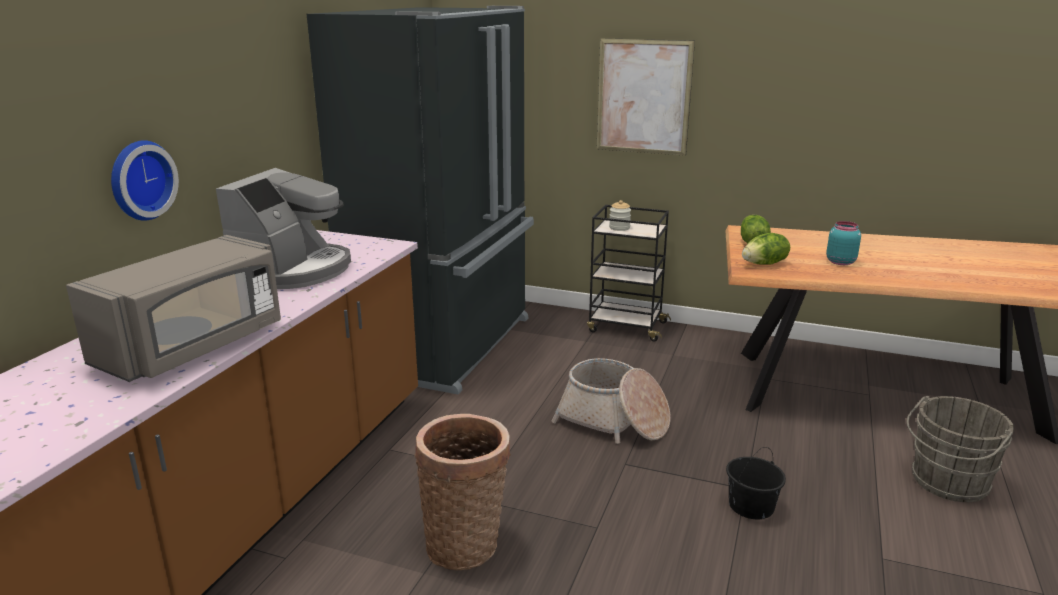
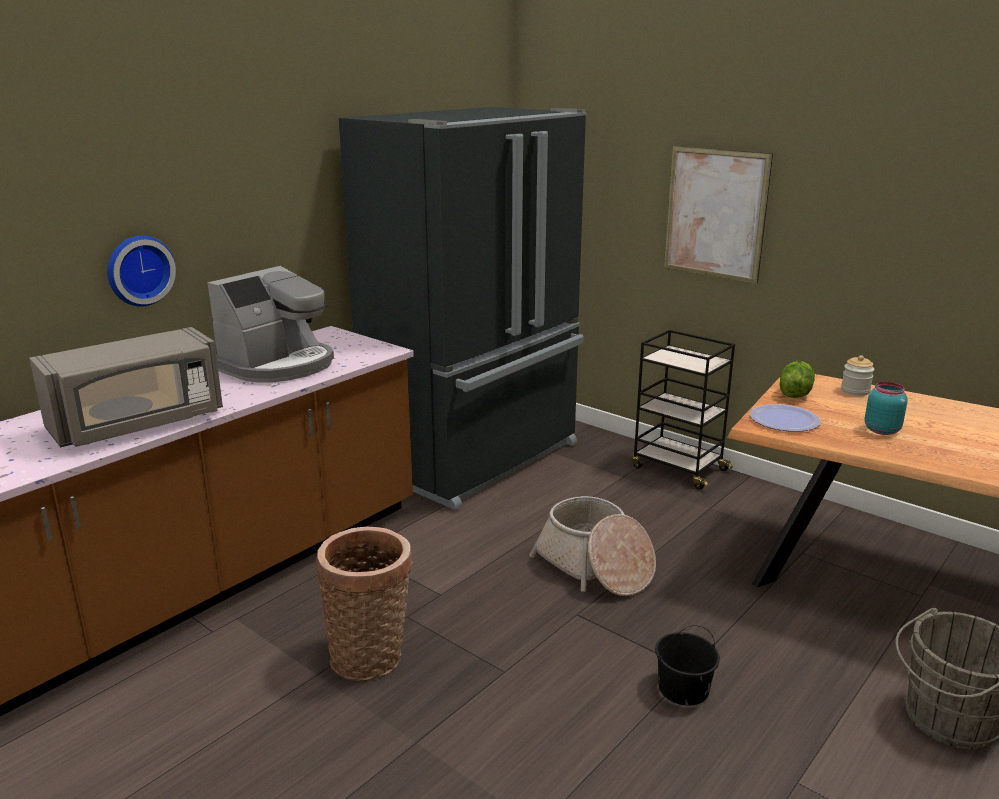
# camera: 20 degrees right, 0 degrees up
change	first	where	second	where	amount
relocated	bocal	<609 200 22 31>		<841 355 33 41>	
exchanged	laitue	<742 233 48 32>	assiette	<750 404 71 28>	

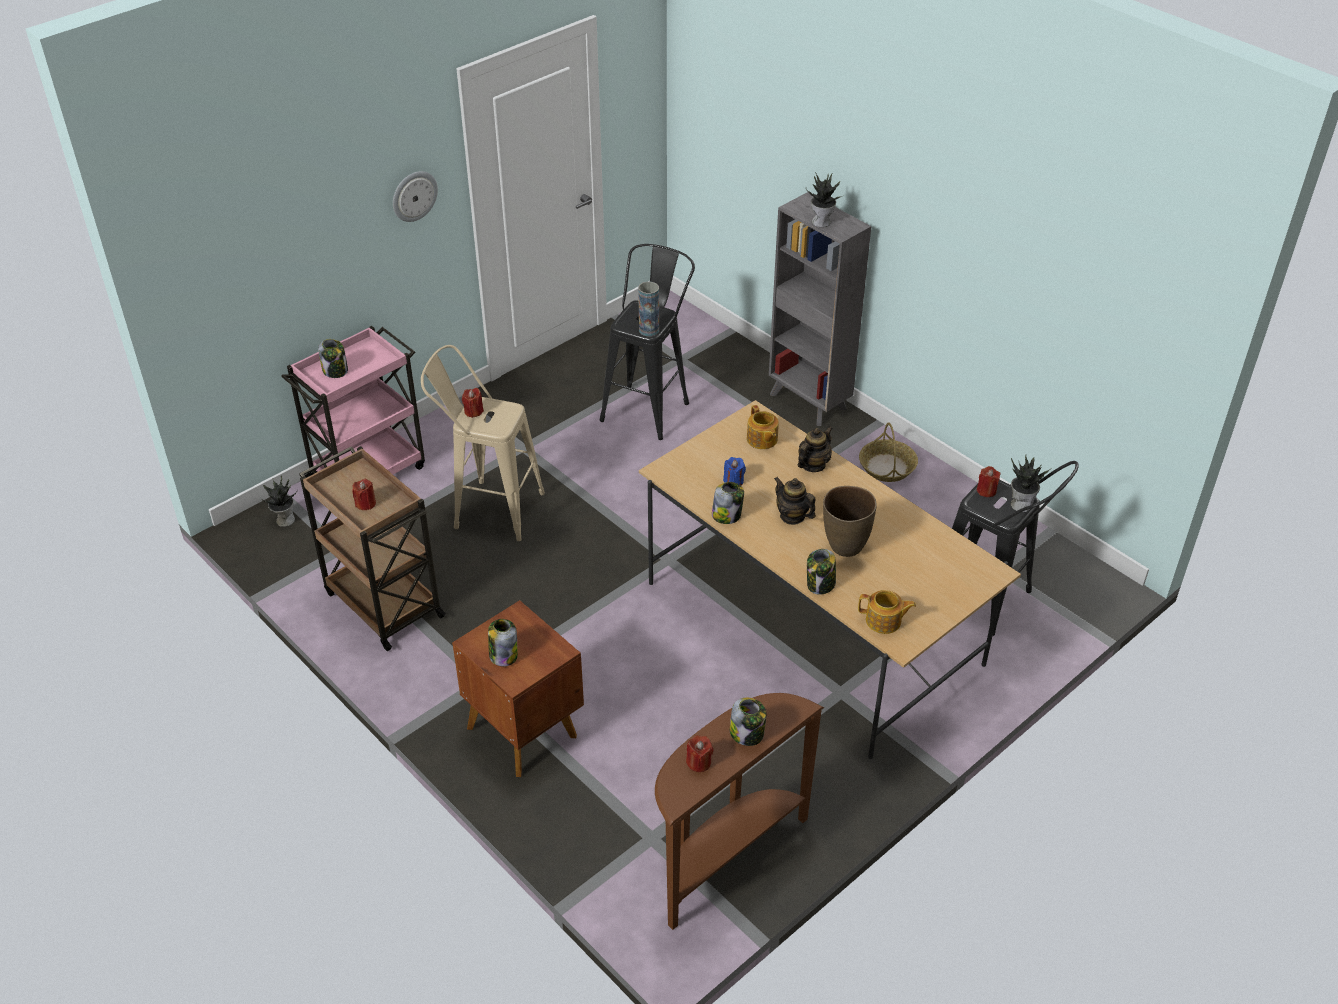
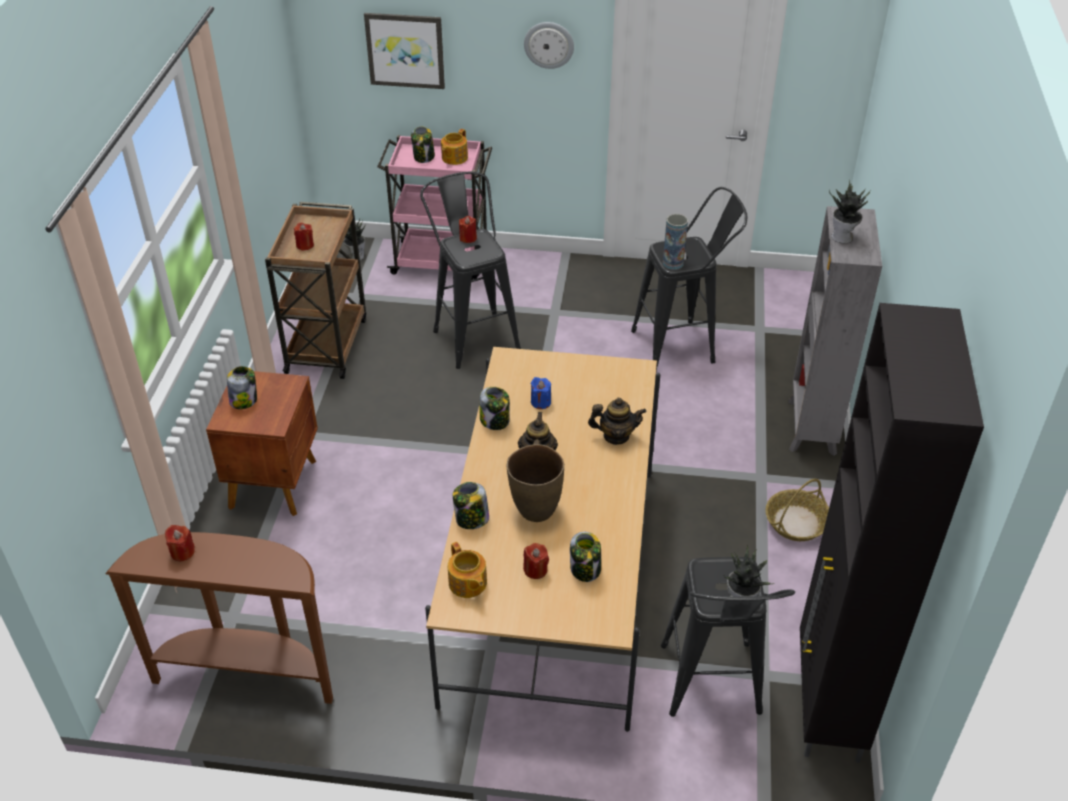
# camera: 50 degrees right, 0 degrees up
change	first	where	second	where	amount
appeared			tableau	<364 13 81 76>	
appeared			meuble de rangement [noir]	<800 303 184 460>	
relocated	bocal	<730 698 37 48>		<570 532 31 50>	
relocated	théière	<747 405 32 44>		<441 129 27 36>	
relocated	bougie [rouge]	<977 466 23 31>		<523 543 26 36>	
colour	tabouret [beige]	<421 345 124 196>	tabouret [noir]	<420 172 101 197>	

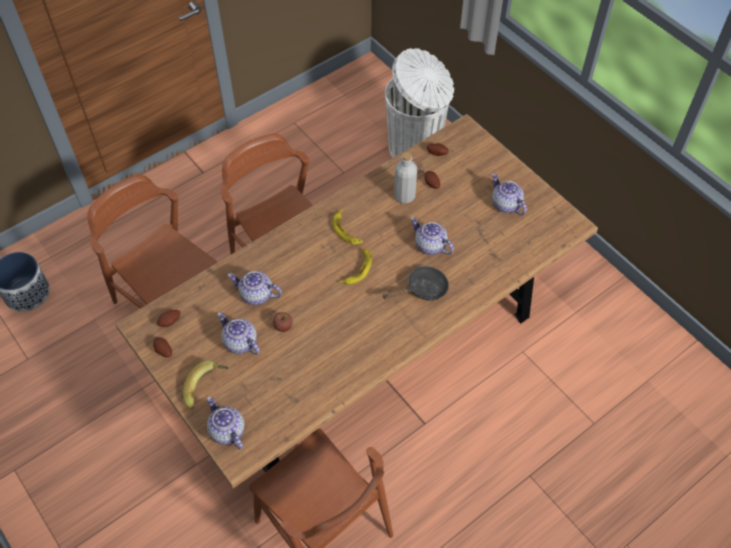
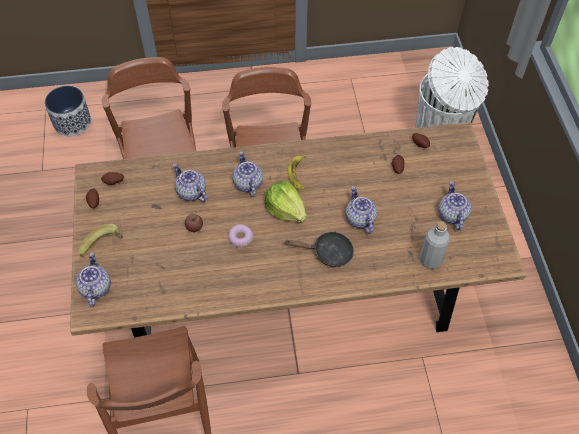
# camera: 30 degrees right, 0 degrees up
change	first	where	second	where	amount
appeared			beignet	<228 224 26 23>	
relocated	théière	<218 312 42 43>		<232 152 31 45>	
relocated	bouteille [gris]	<394 152 23 52>		<420 221 30 48>	
exchanged	banane	<339 248 33 36>	laitue	<265 181 42 41>	

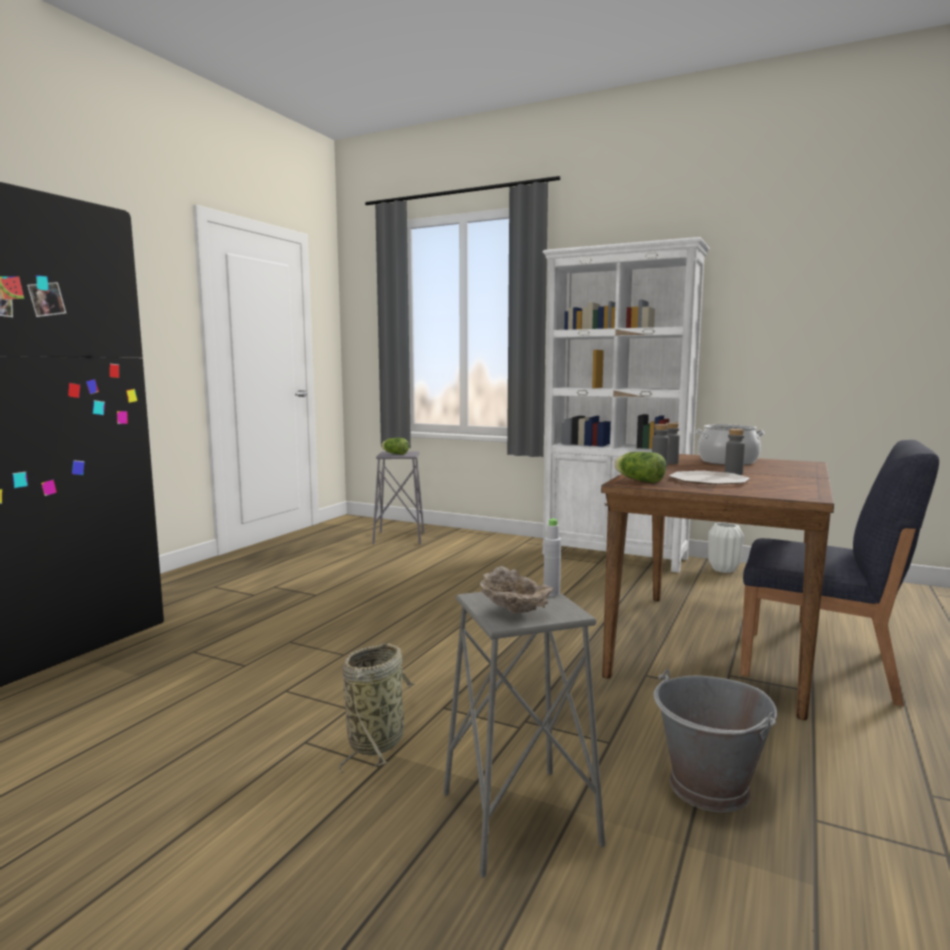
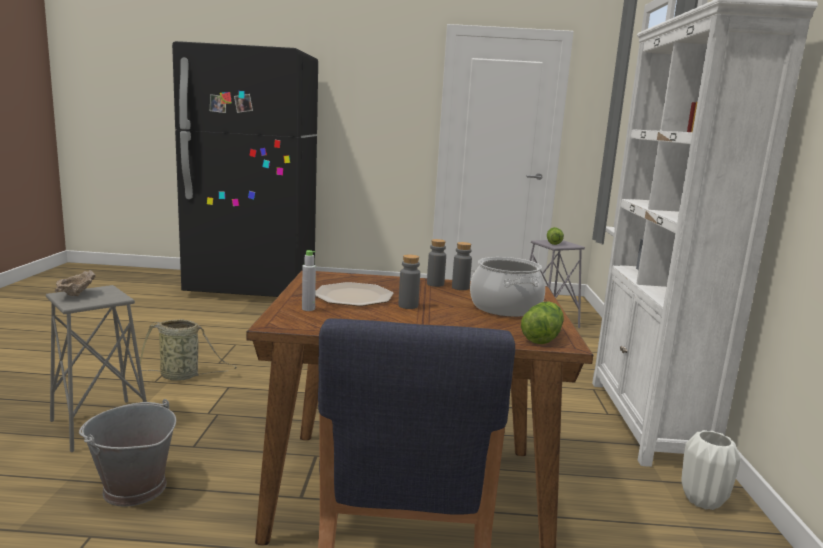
# camera: 65 degrees right, 5 degrees up
change	first	where	second	where	amount
relocated	bouteille [gris]	<544 518 17 78>		<302 250 14 61>	
relocated	laitue	<614 452 52 31>		<521 302 43 42>	

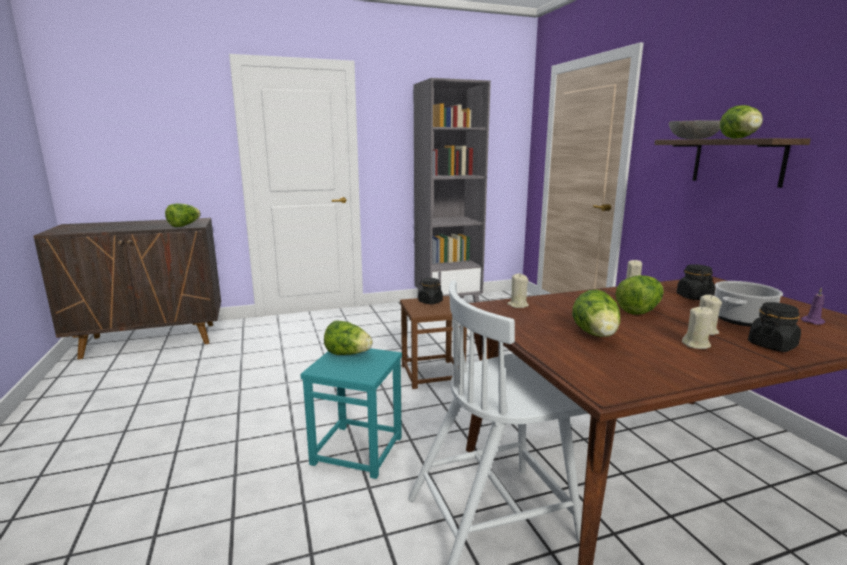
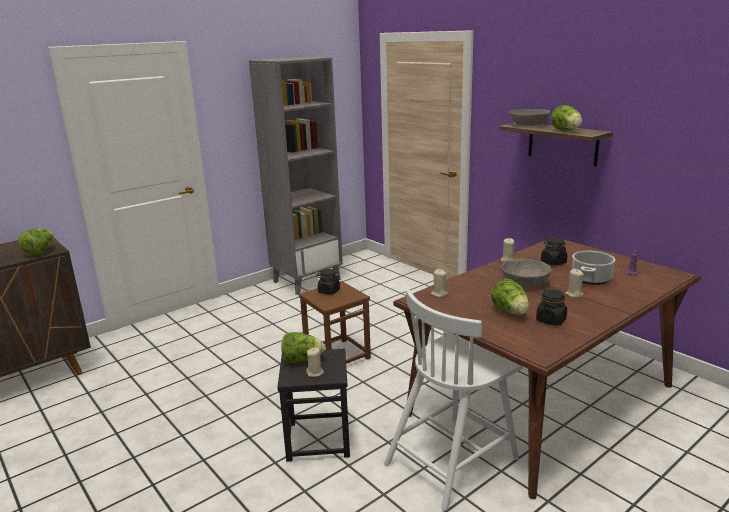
# camera: 20 degrees left, 5 degrees up
change	first	where	second	where	amount
relocated	bougie [beige]	<682 306 31 43>		<306 348 18 29>	
relocated	bocal [noir]	<748 302 53 50>		<536 289 31 37>	
exchanged	laitue	<615 275 49 39>	bol [gris]	<502 259 50 27>	
colour	tabouret [turquoise]	<300 348 102 131>	tabouret [noir]	<277 349 73 113>	

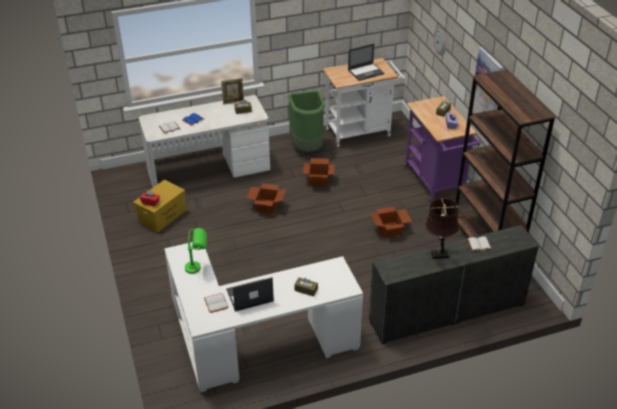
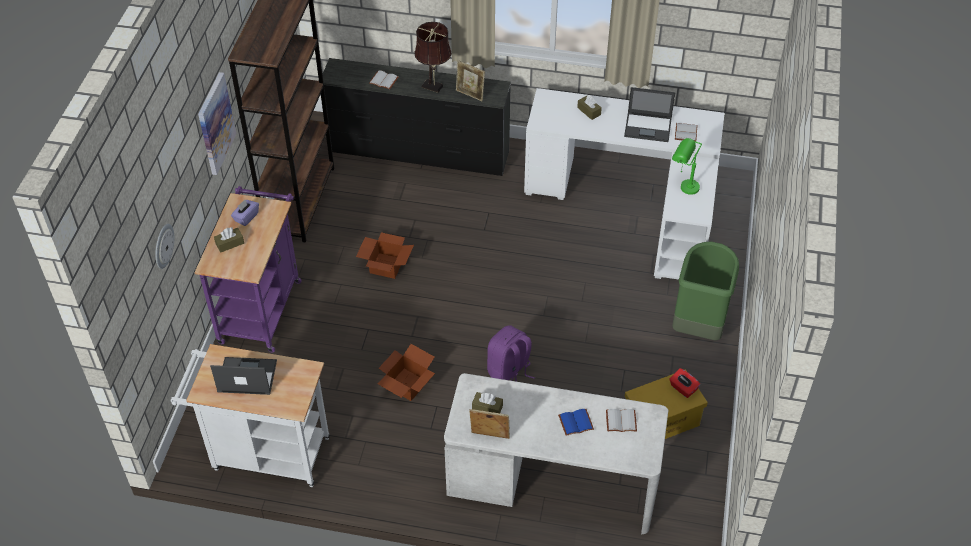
# camera: 150 degrees left, 10 degrees up
change	first	where	second	where	amount
appeared			cadre photo	<456 60 29 41>	
relocated	poubelle [vert]	<288 90 37 62>		<672 241 67 100>	
exchanged	carton	<246 183 40 30>	sac à dos [violet]	<487 325 48 57>	

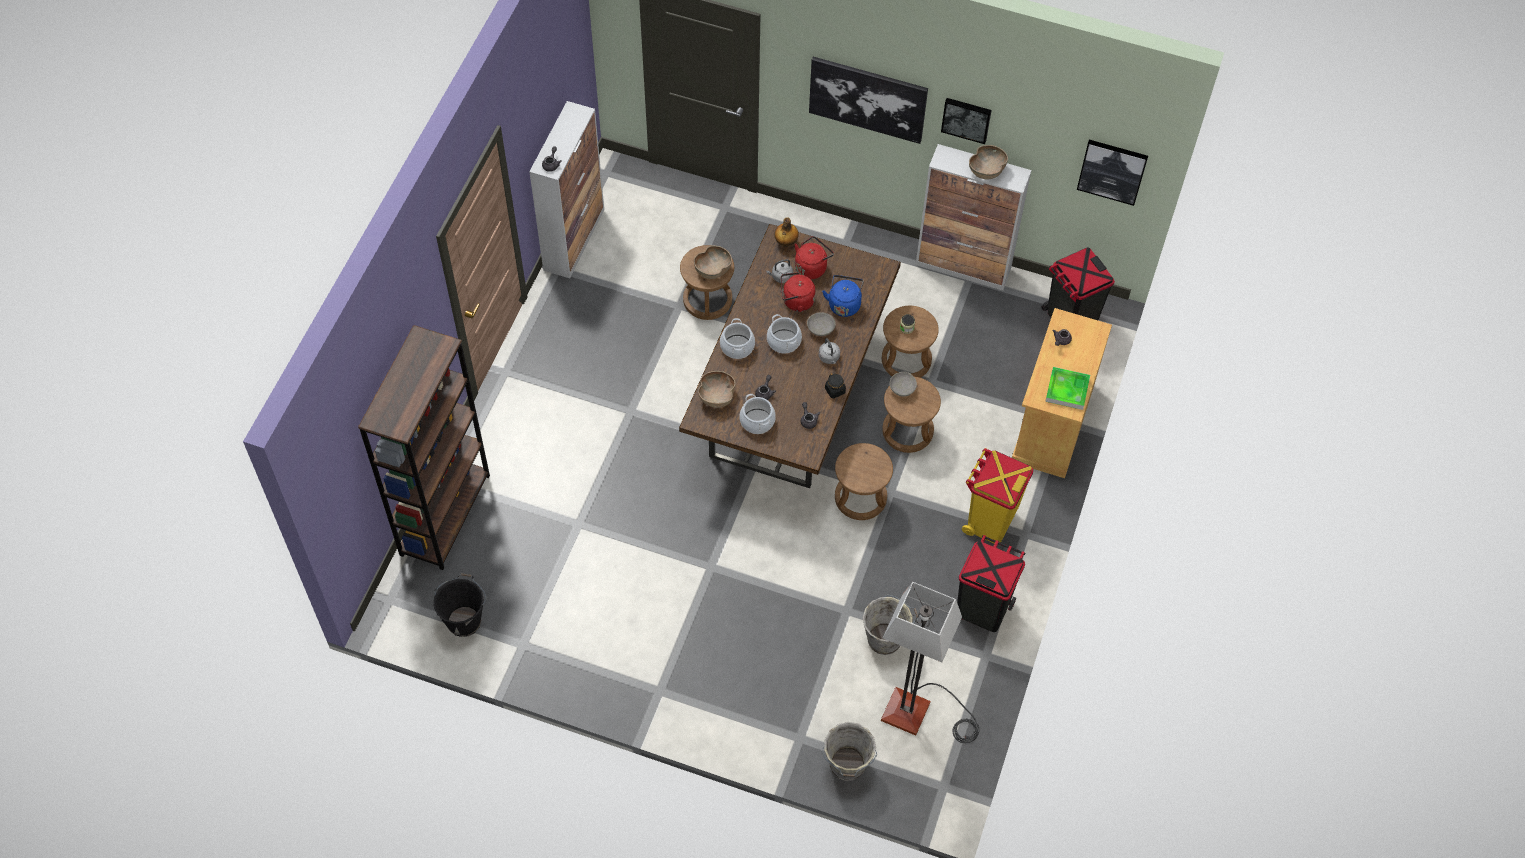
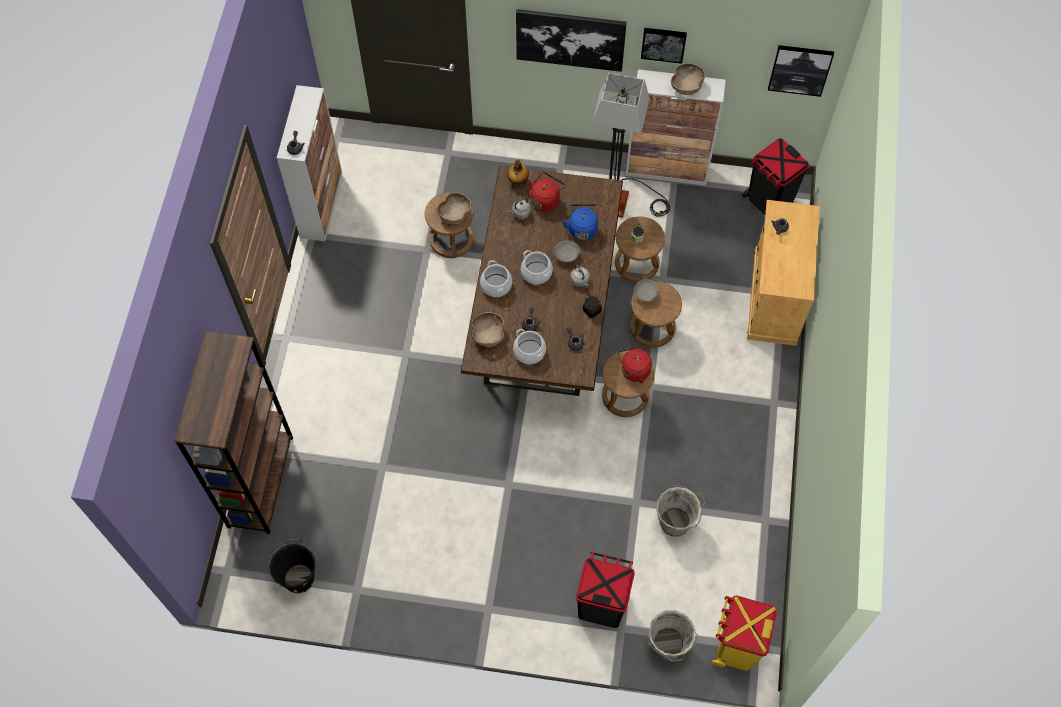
# camera: 10 degrees left, 5 degrees up
change	first	where	second	where	amount
missing	plateau	<1045 367 45 43>			
relocated	bouilloire [rouge]	<781 272 35 40>		<618 347 34 36>	
relocated	lampadaire	<881 582 98 161>		<592 73 78 145>	
relocated	poubelle [noir]	<957 535 68 97>		<576 552 59 76>	
relocated	poubelle [jaune]	<962 448 71 96>		<712 595 65 76>	

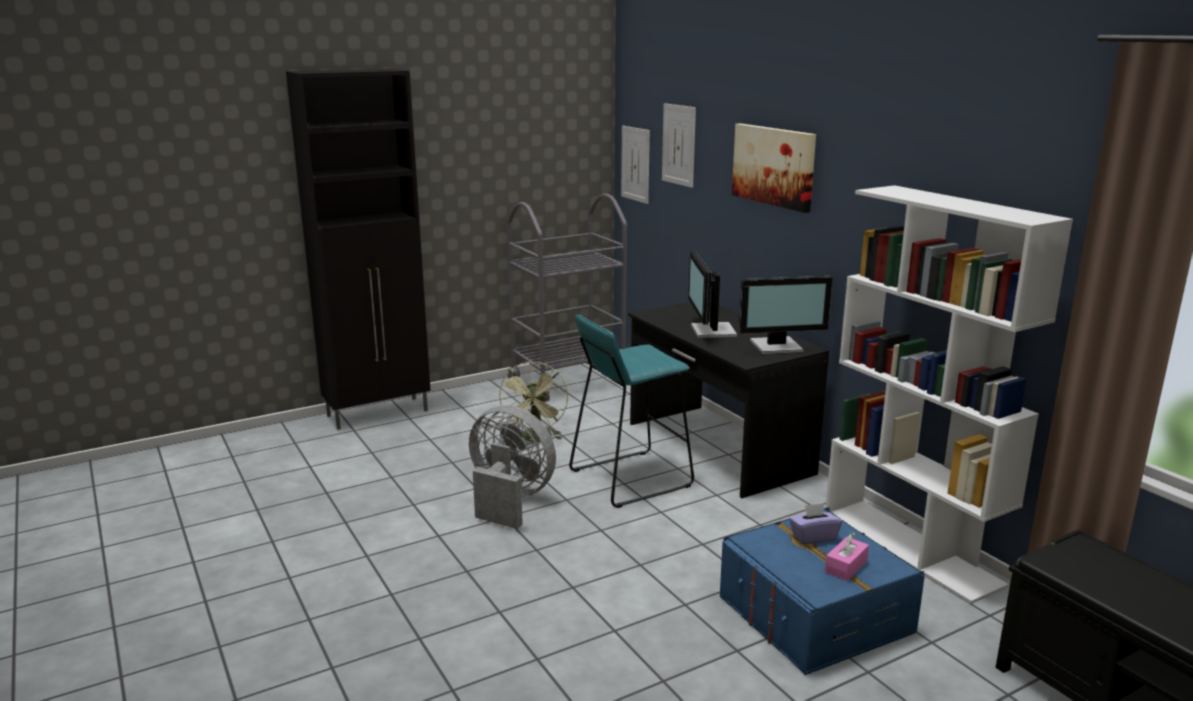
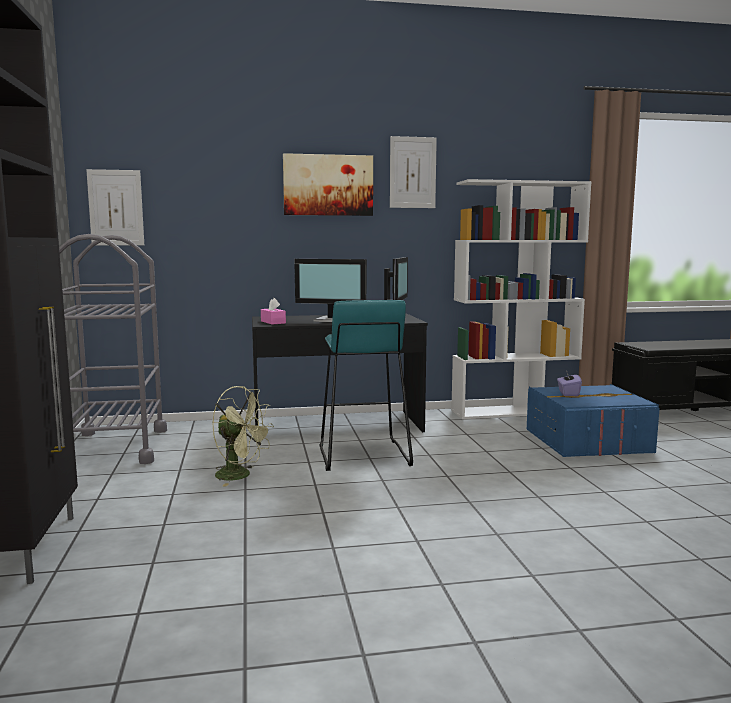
# camera: 70 degrees left, 10 degrees down
change	first	where	second	where	amount
missing	ventilateur [gris]	<469 405 87 124>			
relocated	tableau	<662 103 34 85>		<390 136 47 72>	
relocated	boîte à mouchoirs [rose]	<825 533 44 48>		<261 298 25 26>	

